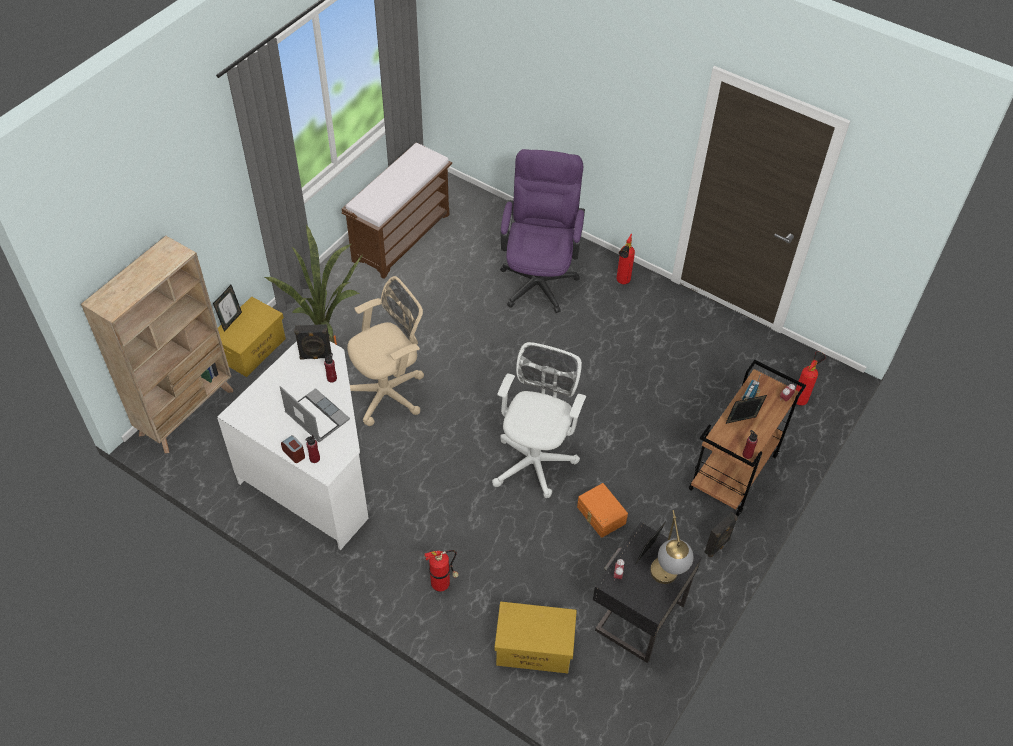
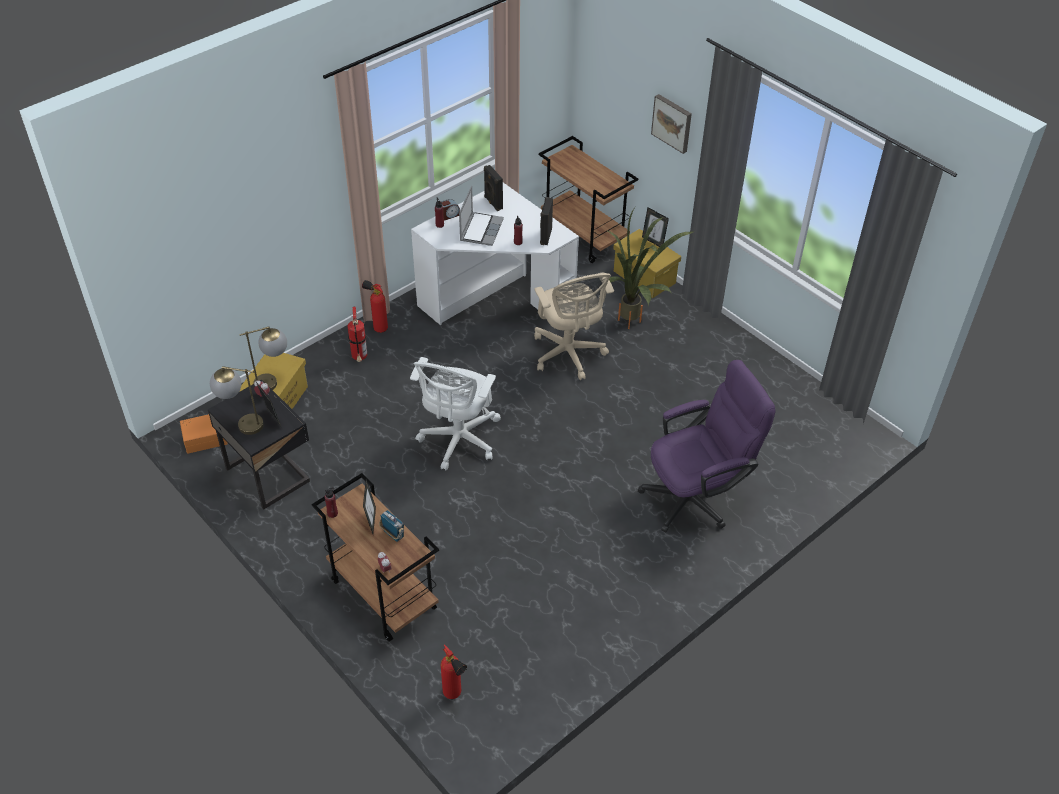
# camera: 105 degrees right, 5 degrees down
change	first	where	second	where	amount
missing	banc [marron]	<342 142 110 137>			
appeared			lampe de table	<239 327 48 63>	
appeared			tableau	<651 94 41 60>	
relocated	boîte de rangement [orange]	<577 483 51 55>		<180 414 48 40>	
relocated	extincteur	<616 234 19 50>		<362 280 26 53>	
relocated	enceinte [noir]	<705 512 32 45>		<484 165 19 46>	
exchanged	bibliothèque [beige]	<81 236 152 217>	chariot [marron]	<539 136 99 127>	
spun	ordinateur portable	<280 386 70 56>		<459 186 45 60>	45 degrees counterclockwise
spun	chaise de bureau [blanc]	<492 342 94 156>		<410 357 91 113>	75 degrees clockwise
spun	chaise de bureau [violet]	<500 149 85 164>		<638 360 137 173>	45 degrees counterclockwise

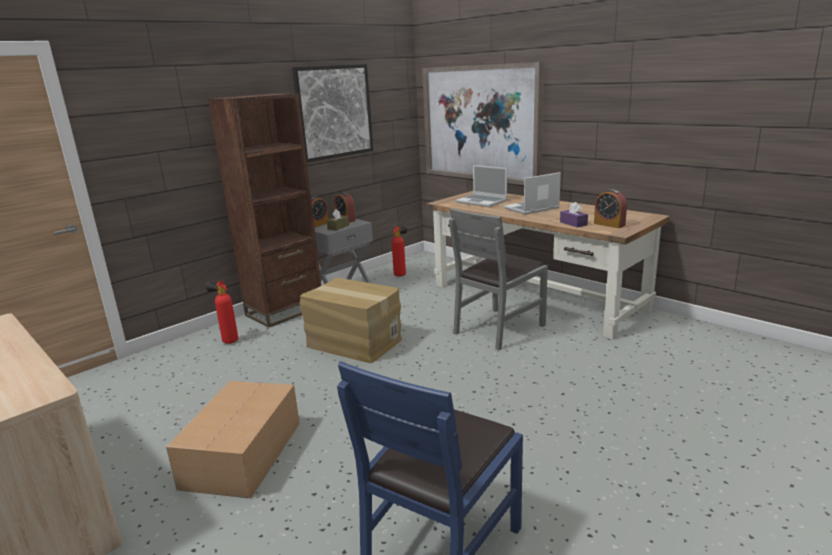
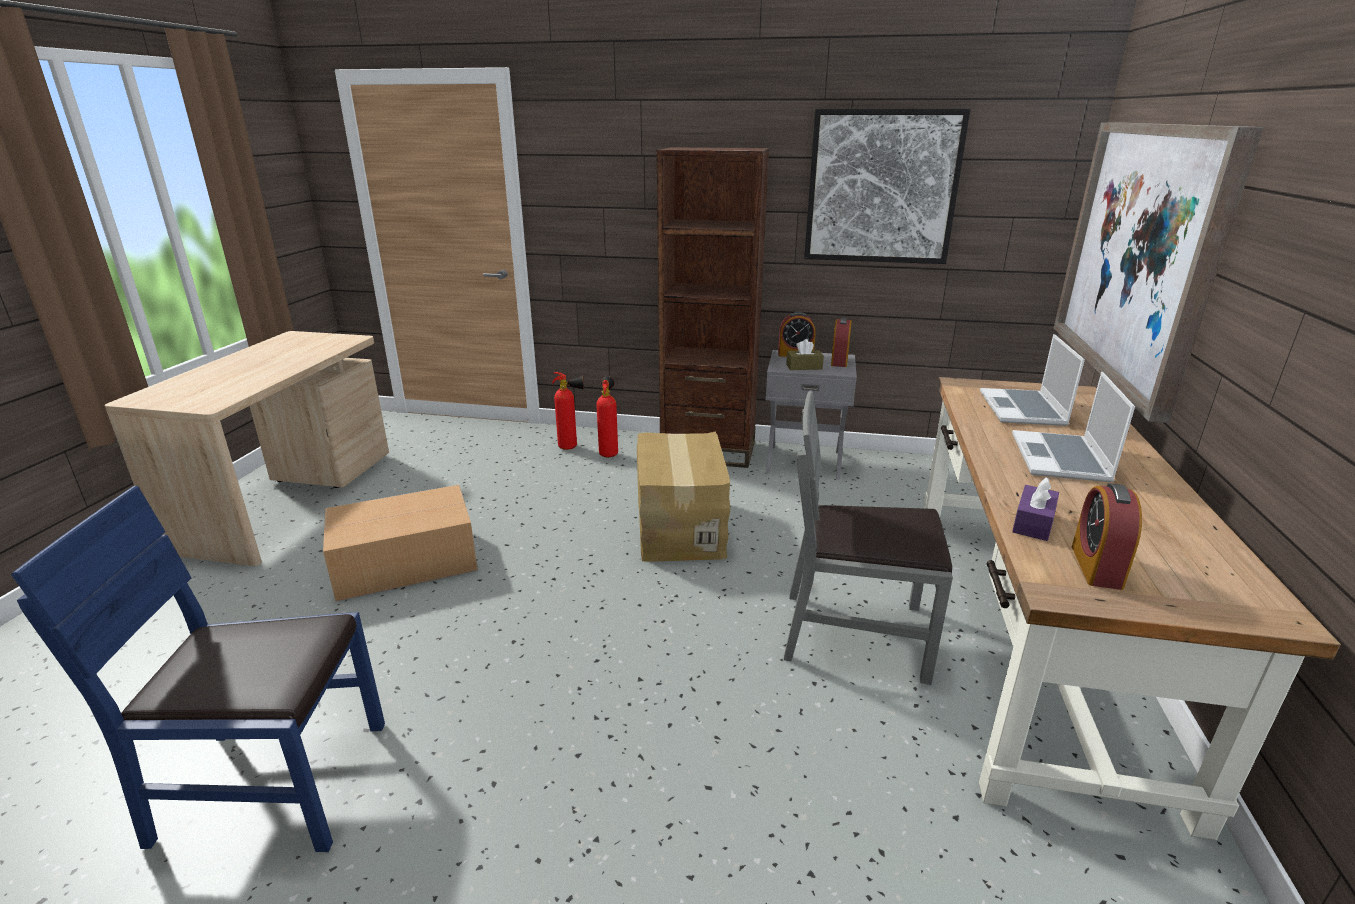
# camera: 55 degrees right, 5 degrees up
change	first	where	second	where	amount
relocated	extincteur	<392 225 15 52>		<552 372 32 78>	
spun	ordinateur portable	<504 172 57 42>		<1012 372 123 110>	105 degrees counterclockwise

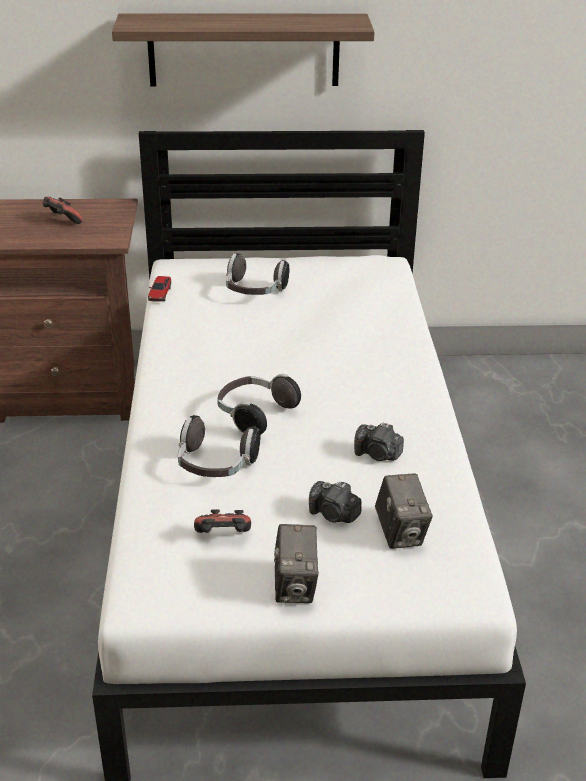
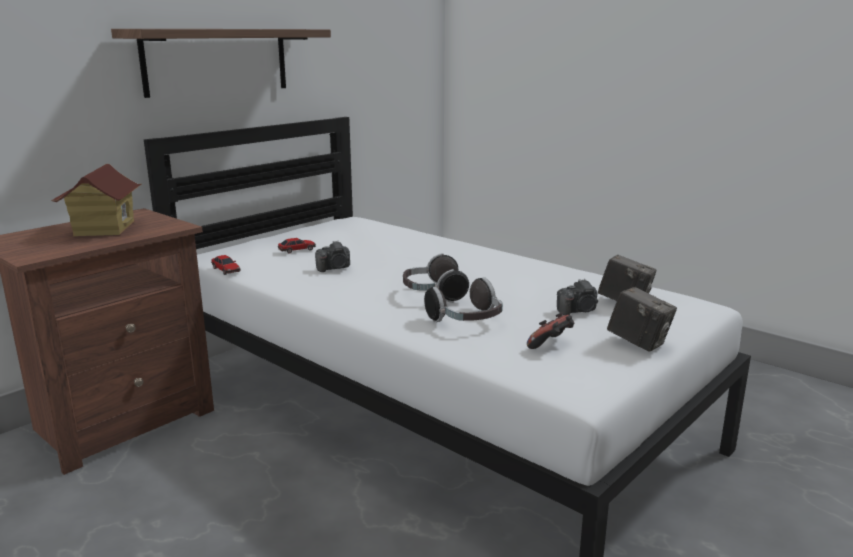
# camera: 45 degrees left, 15 degrees down
change	first	where	second	where	amount
relocated	appareil photo	<354 422 50 39>		<315 241 35 31>	
exchanged	manette	<42 196 41 28>	maison miniature	<51 164 90 72>	
exchanged	casque audio	<226 253 63 42>	petite voiture	<278 238 38 15>	

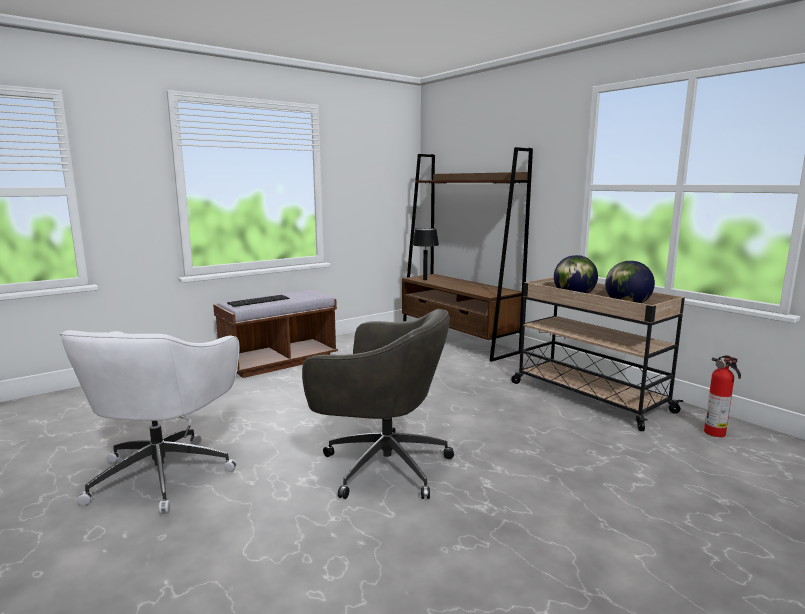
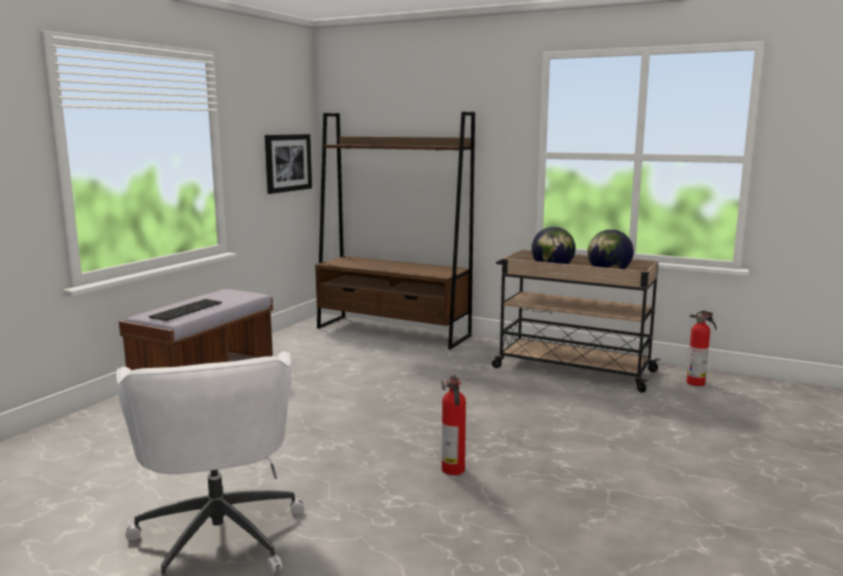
# camera: 25 degrees left, 0 degrees up
change	first	where	second	where	amount
missing	lampe de table [noir]	<412 228 27 52>			
appeared			tableau	<265 134 47 60>	
exchanged	chaise de bureau [gris]	<302 309 152 190>	extincteur	<442 375 24 100>	

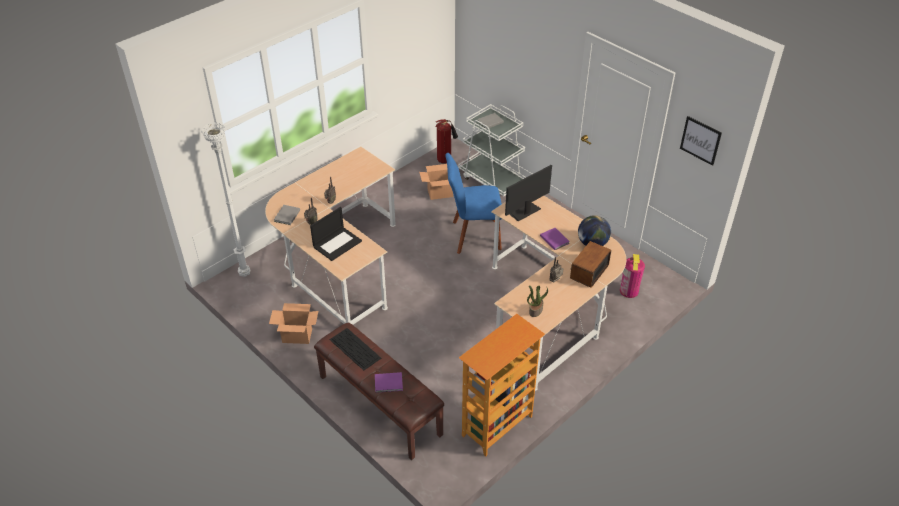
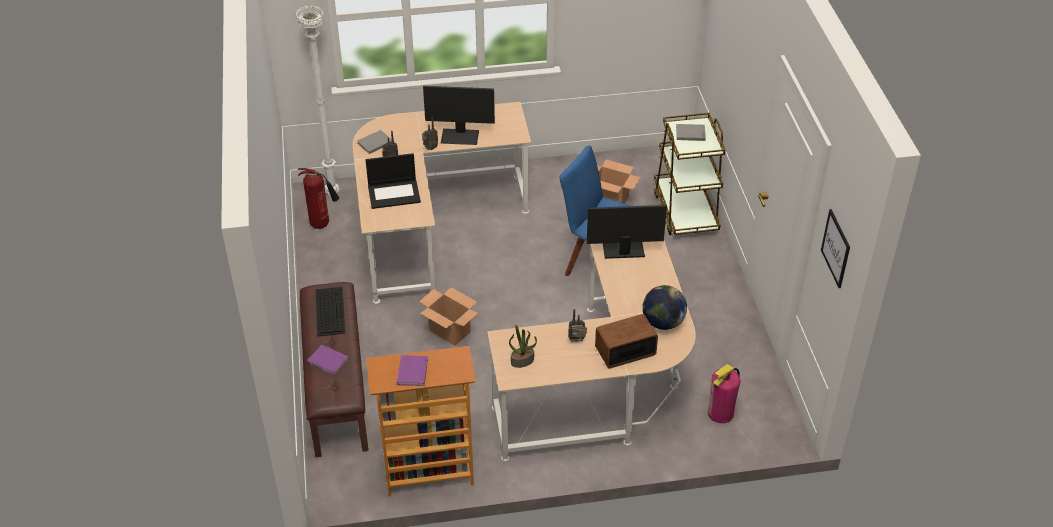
# camera: 35 degrees right, 0 degrees up
change	first	where	second	where	amount
appeared			écran d'ordinateur	<423 86 72 59>	
relocated	carton	<269 303 49 41>		<419 287 59 59>	
relocated	extincteur	<435 119 23 45>		<298 168 41 61>	
relocated	livre [violet]	<540 228 30 22>		<397 355 31 31>	
colour	chariot [blanc]	<458 104 68 92>	chariot [marron]	<654 113 72 122>	

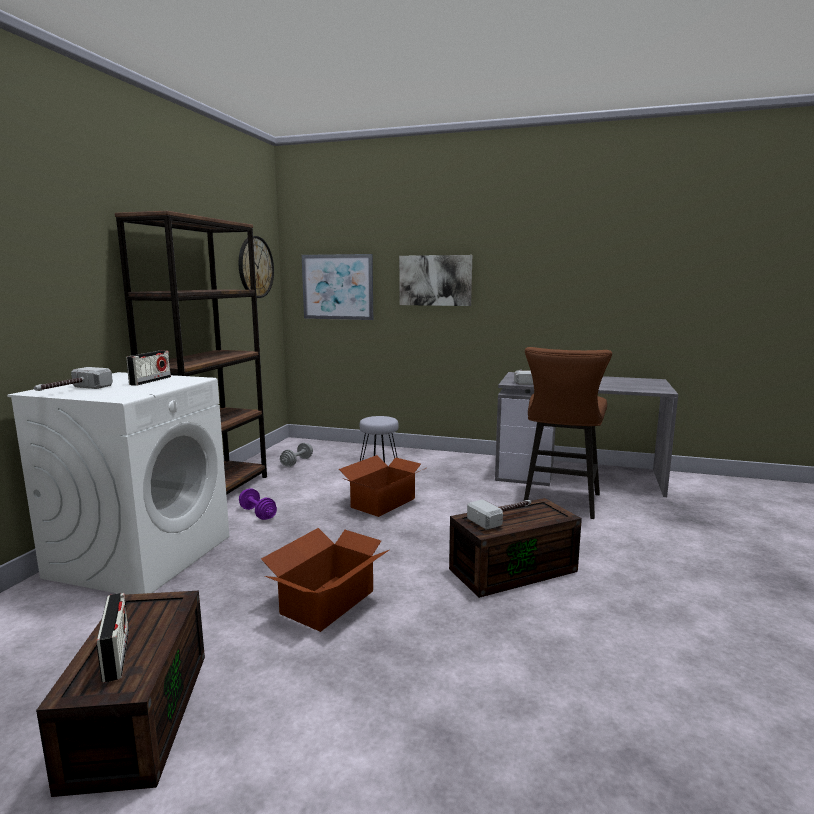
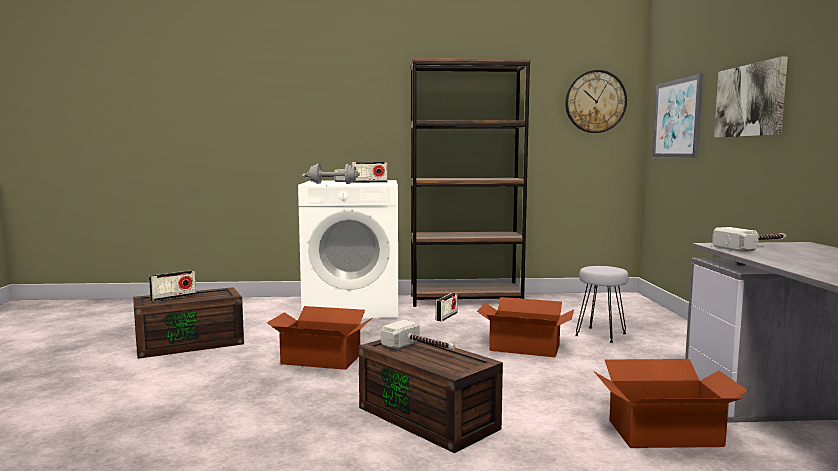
# camera: 70 degrees right, 5 degrees down
change	first	where	second	where	amount
relocated	haltère [gris]	<280 443 33 24>		<307 164 53 20>	
exchanged	haltère [violet]	<239 488 38 32>	radio	<436 293 22 28>	
exchanged	tabouret [marron]	<524 347 88 172>	carton	<594 359 154 89>	

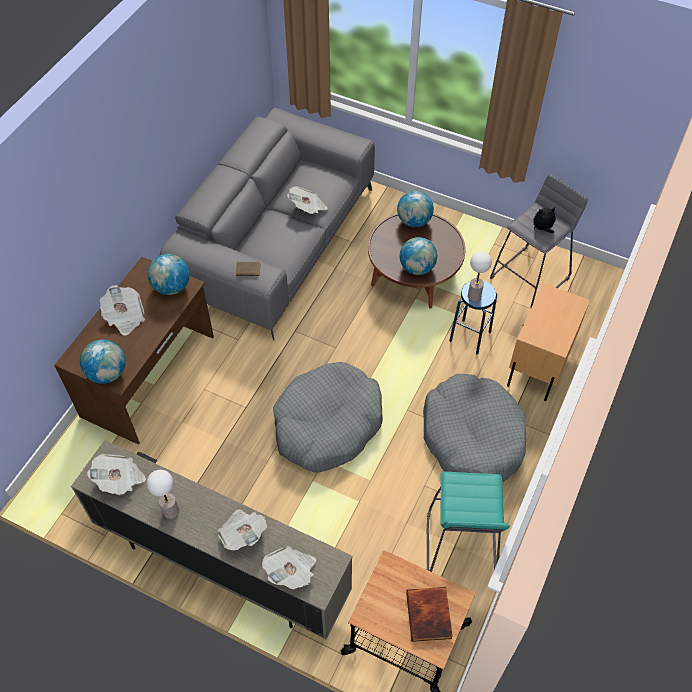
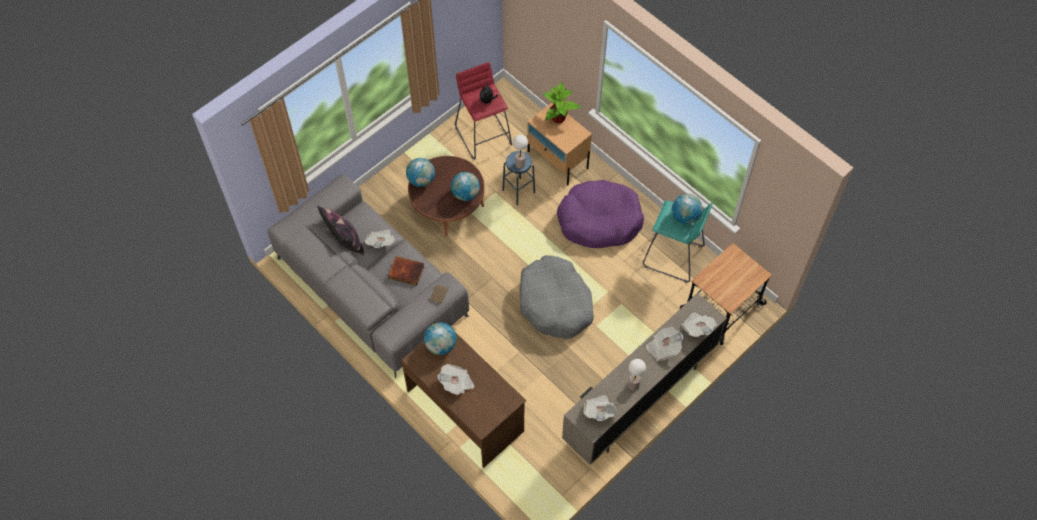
# camera: 70 degrees left, 5 degrees up
change	first	where	second	where	amount
appeared			coussin	<317 205 47 50>	
appeared			plante en pot	<543 82 38 41>	
relocated	globe	<80 340 45 44>		<672 194 31 30>	
relocated	livre	<406 587 47 55>		<388 256 37 30>	
colour	panier pour chien [gris]	<423 374 103 108>	panier pour chien [violet]	<557 180 87 68>	
colour	tabouret [gris]	<490 174 98 134>	tabouret [rouge]	<455 62 57 97>	

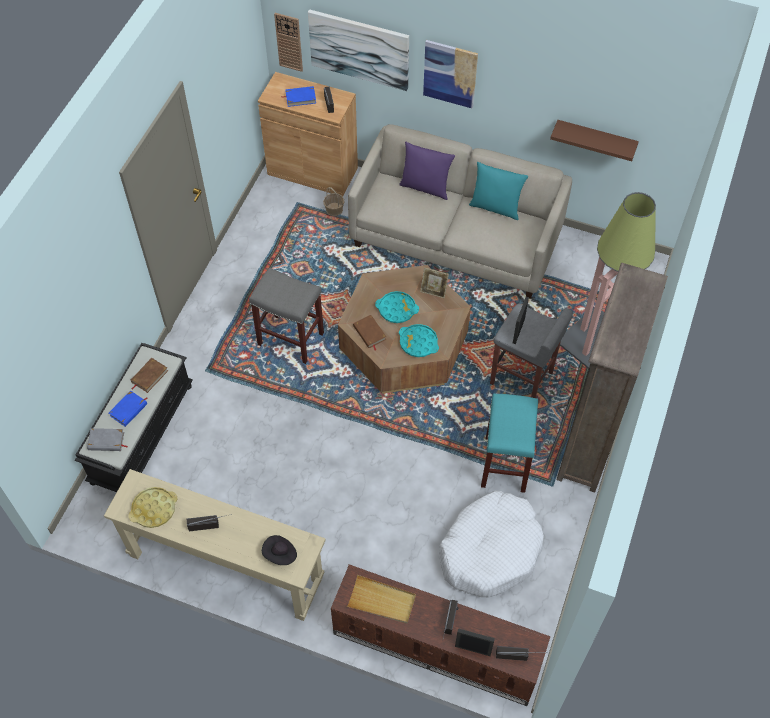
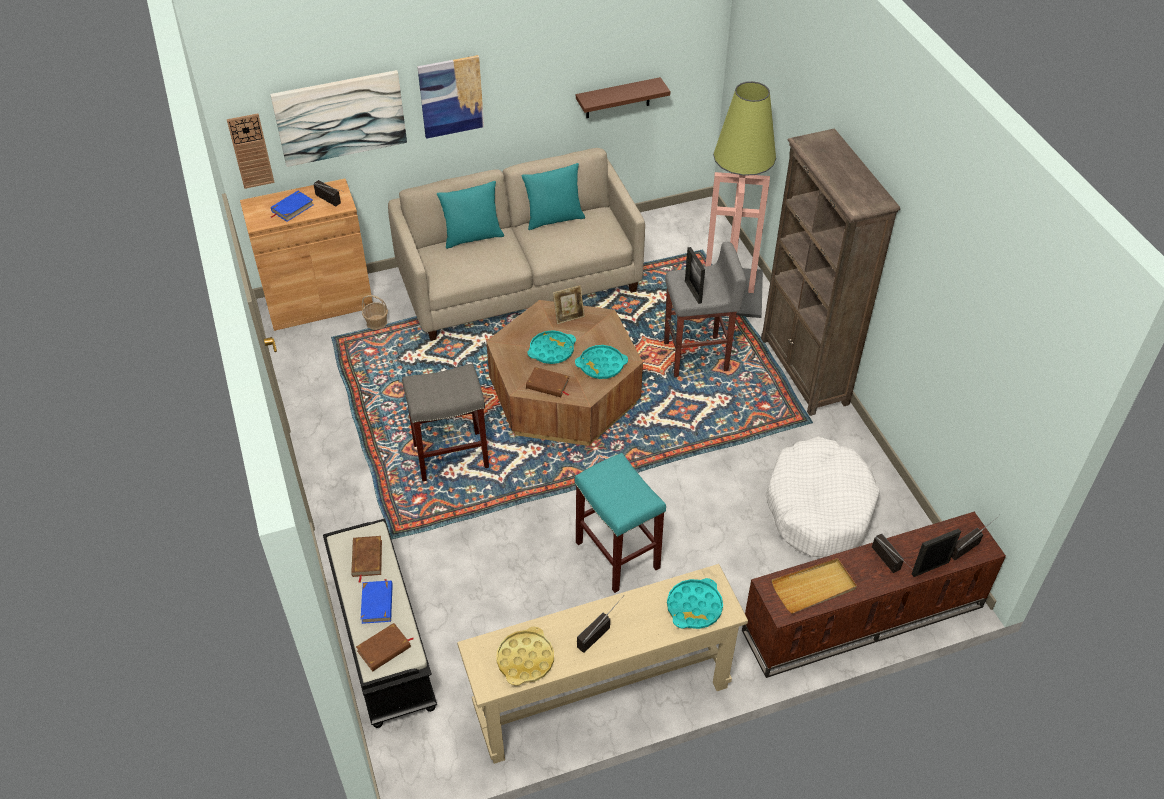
# camera: 40 degrees left, 10 degrees down
change	first	where	second	where	amount
relocated	tabouret [turquoise]	<481 393 57 100>		<575 453 91 140>	
exchanged	chapeau [noir]	<262 535 35 30>	plateau [turquoise]	<667 578 56 51>	
colour	livre [gris]	<87 428 41 23>	livre [marron]	<356 623 57 49>	
colour	coussin [violet]	<399 141 56 59>	coussin [turquoise]	<437 181 67 68>	

